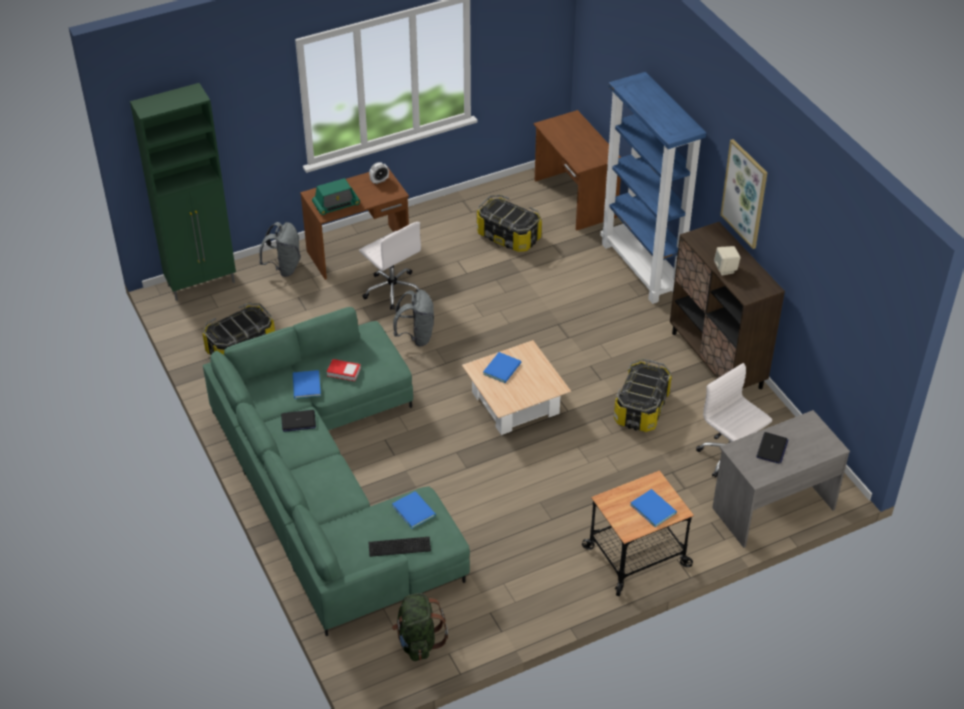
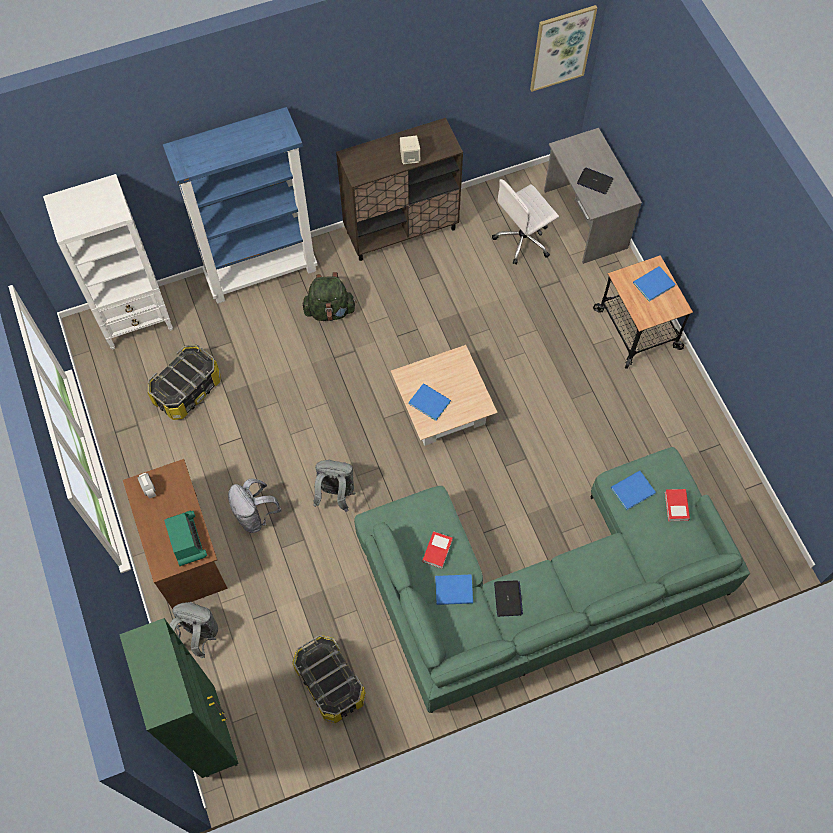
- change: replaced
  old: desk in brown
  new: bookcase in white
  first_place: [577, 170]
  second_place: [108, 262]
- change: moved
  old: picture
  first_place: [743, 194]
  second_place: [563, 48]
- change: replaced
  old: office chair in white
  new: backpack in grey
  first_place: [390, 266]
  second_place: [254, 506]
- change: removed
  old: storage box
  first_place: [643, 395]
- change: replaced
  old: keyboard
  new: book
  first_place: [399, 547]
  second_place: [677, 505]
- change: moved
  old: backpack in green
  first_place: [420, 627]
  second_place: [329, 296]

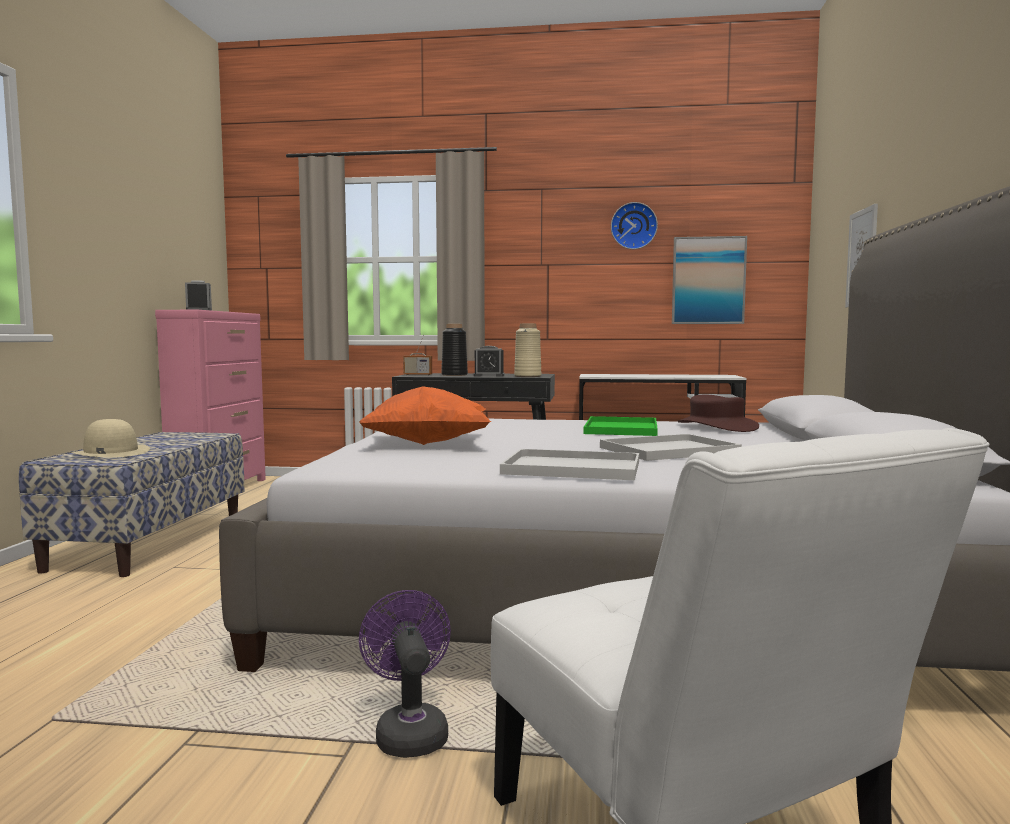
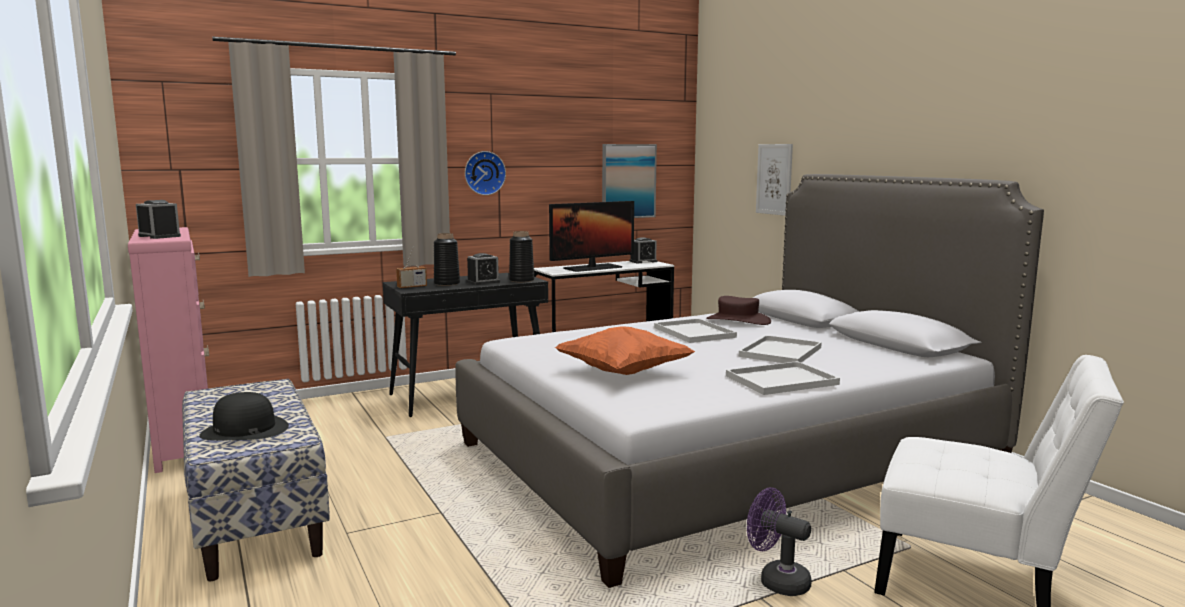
- change: moved
  old: wall clock
  first_place: [634, 225]
  second_place: [485, 173]
- change: recoloured
  old: vase in beige
  new: vase in black
  first_place: [527, 350]
  second_place: [521, 256]
- change: recoloured
  old: tray in green
  new: tray in white
  first_place: [621, 426]
  second_place: [695, 330]
- change: recoloured
  old: hat in beige
  new: hat in black
  first_place: [111, 438]
  second_place: [244, 416]
- change: added
  new: monitor
  second_place: [591, 236]
- change: added
  new: alarm clock
  second_place: [643, 250]

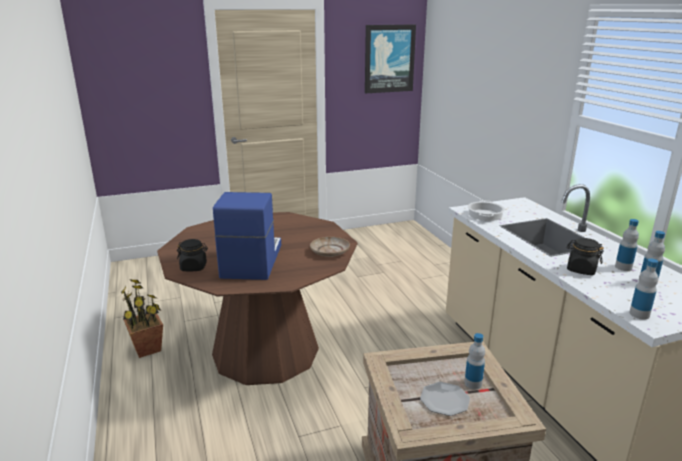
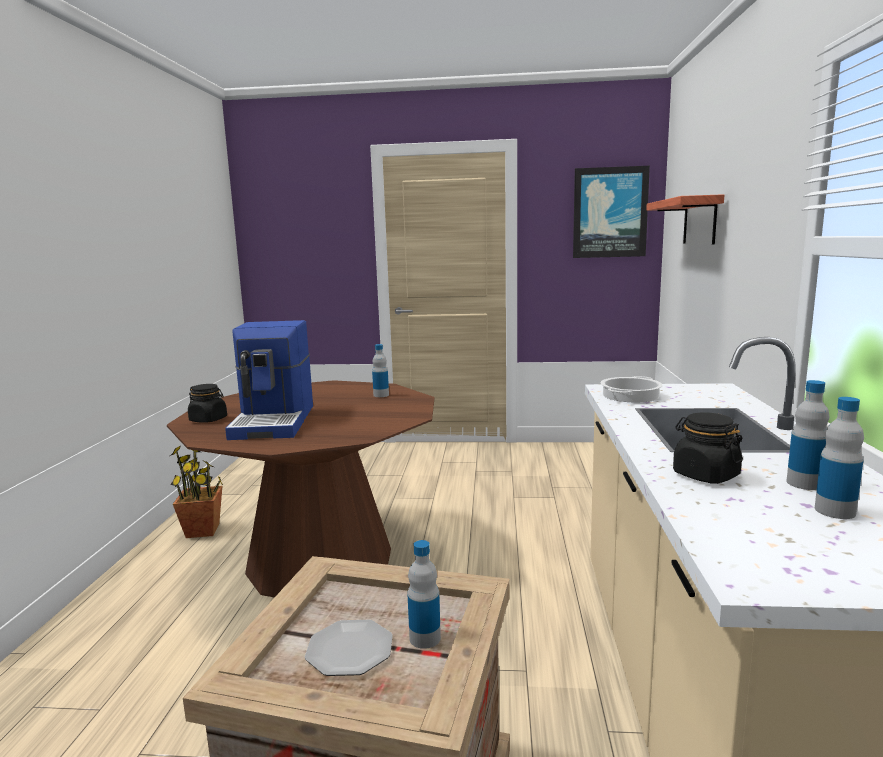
- change: turned
  old: coffee machine
  first_place: [247, 236]
  second_place: [269, 380]
  degrees: 150
- change: removed
  old: plate in beige
  first_place: [330, 247]
- change: moved
  old: bottle
  first_place: [643, 289]
  second_place: [380, 370]
- change: added
  new: shelf
  second_place: [685, 219]

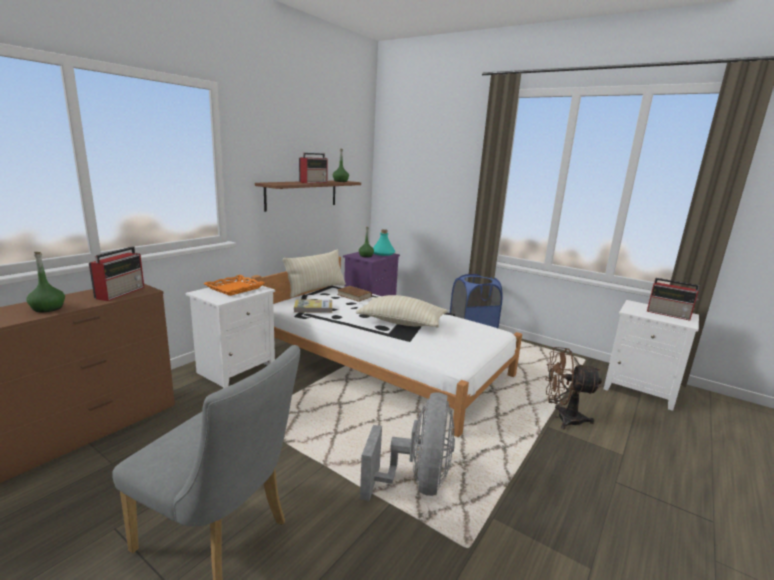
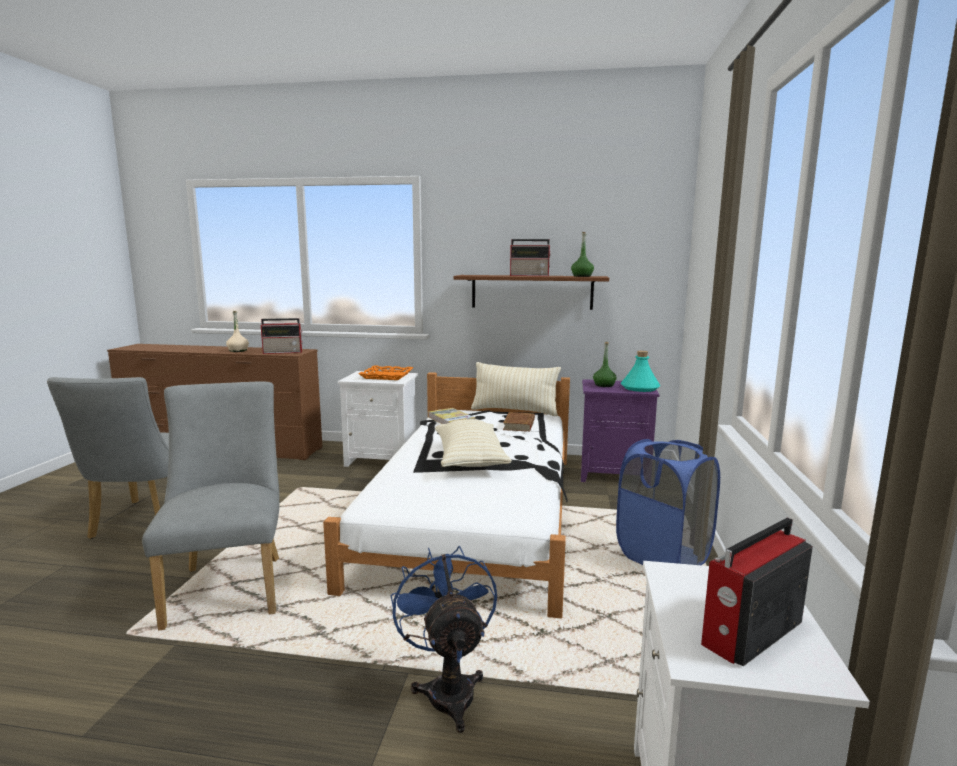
- change: recoloured
  old: bottle in green
  new: bottle in beige
  first_place: [45, 282]
  second_place: [237, 331]
- change: turned
  old: radio
  first_place: [673, 299]
  second_place: [757, 592]
  degrees: 45
- change: recoloured
  old: fan in brown
  new: fan in blue
  first_place: [573, 388]
  second_place: [444, 639]
- change: replaced
  old: fan in grey
  new: chair in grey
  first_place: [407, 446]
  second_place: [210, 505]

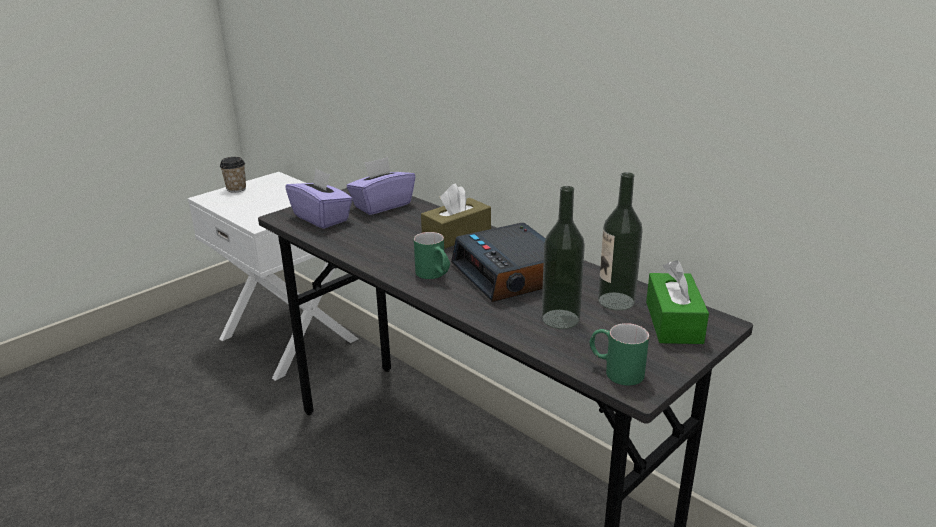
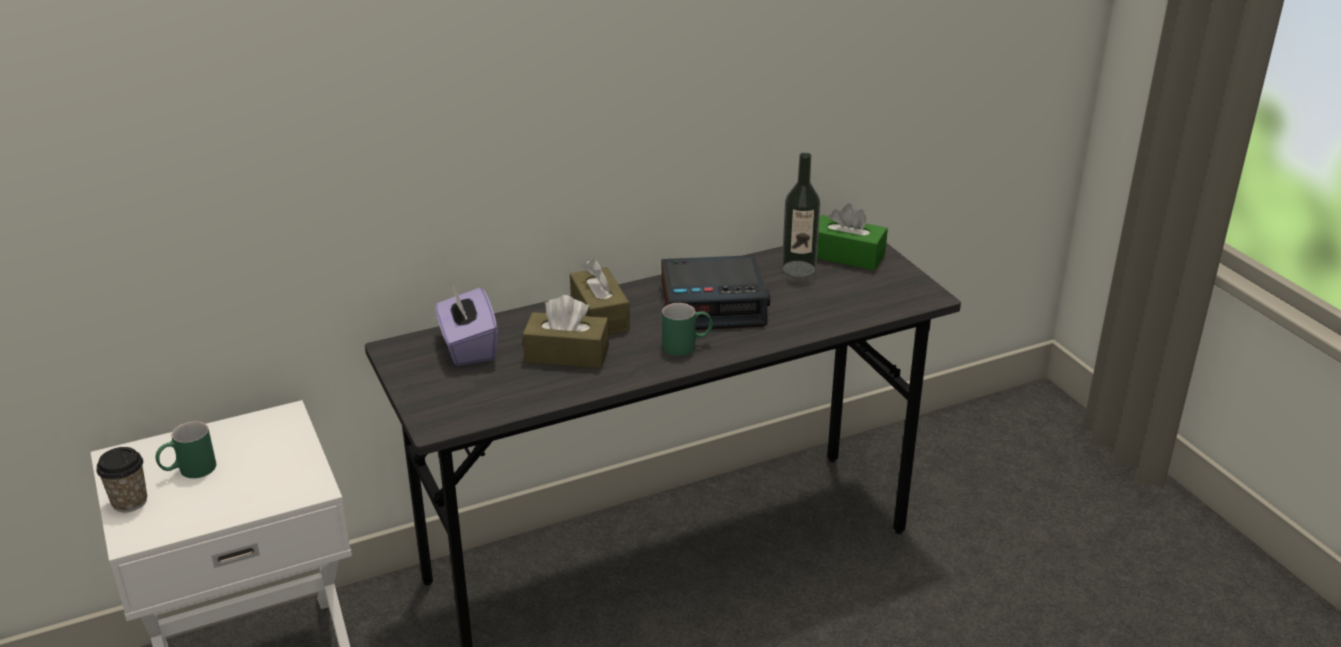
- change: removed
  old: tissue box in purple
  first_place: [319, 198]
- change: removed
  old: bottle
  first_place: [563, 257]
- change: moved
  old: mug in green
  first_place: [619, 354]
  second_place: [186, 449]
- change: added
  new: tissue box in brown
  second_place: [566, 332]

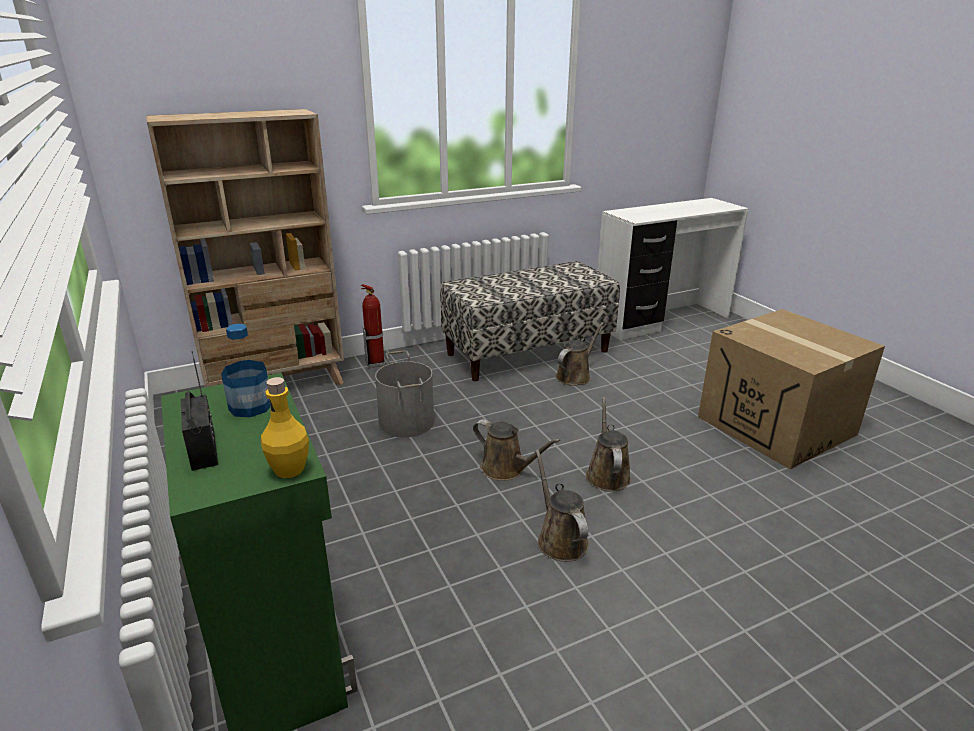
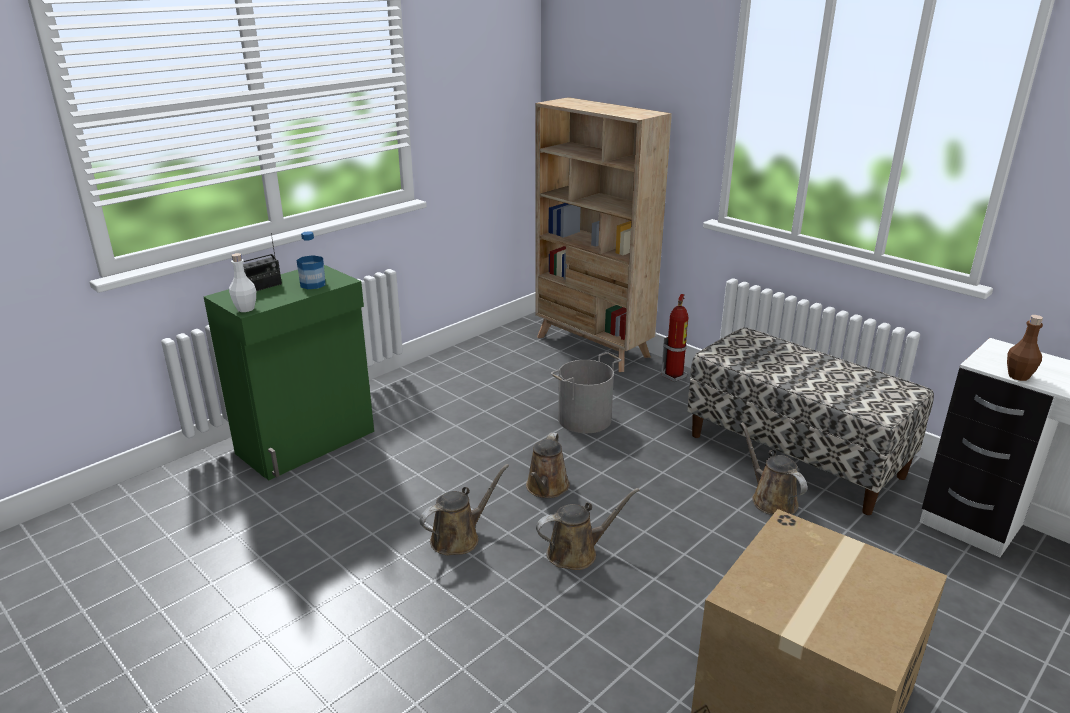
- change: turned
  old: watering can in brown
  first_place: [580, 354]
  second_place: [774, 468]
  degrees: -135
- change: recoloured
  old: bottle in yellow
  new: bottle in white
  first_place: [285, 427]
  second_place: [242, 282]
- change: added
  new: bottle in brown
  second_place: [1025, 348]

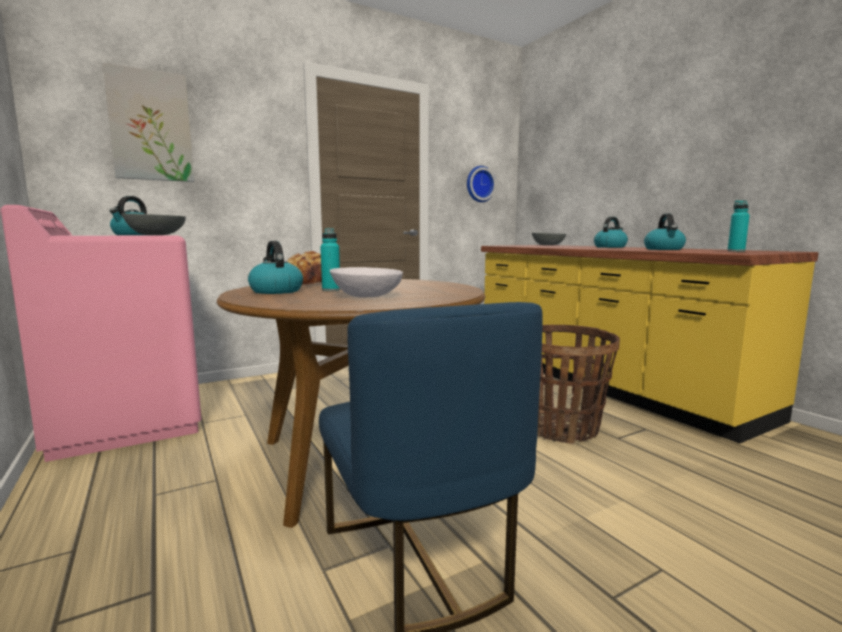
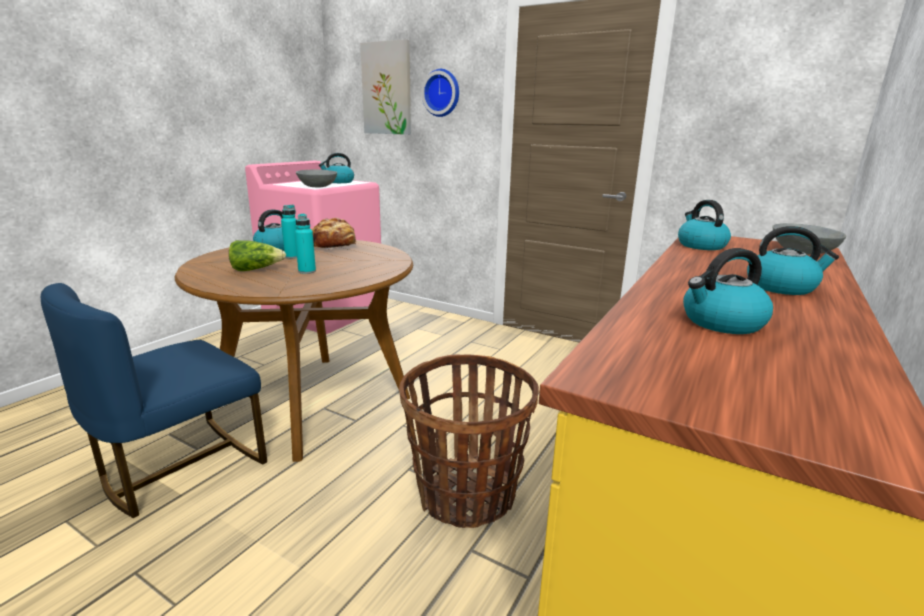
- change: moved
  old: wall clock
  first_place: [481, 184]
  second_place: [440, 93]
- change: moved
  old: bottle in turquoise
  first_place: [738, 226]
  second_place: [305, 244]
- change: replaced
  old: bowl in white
  new: lettuce
  first_place: [366, 282]
  second_place: [257, 255]
- change: added
  new: kettle
  second_place: [704, 225]

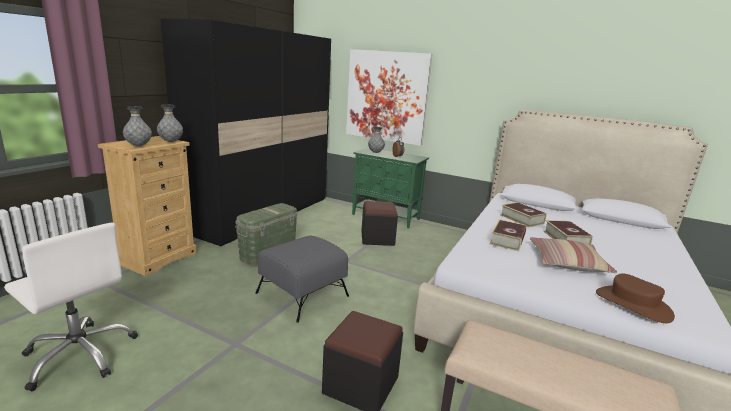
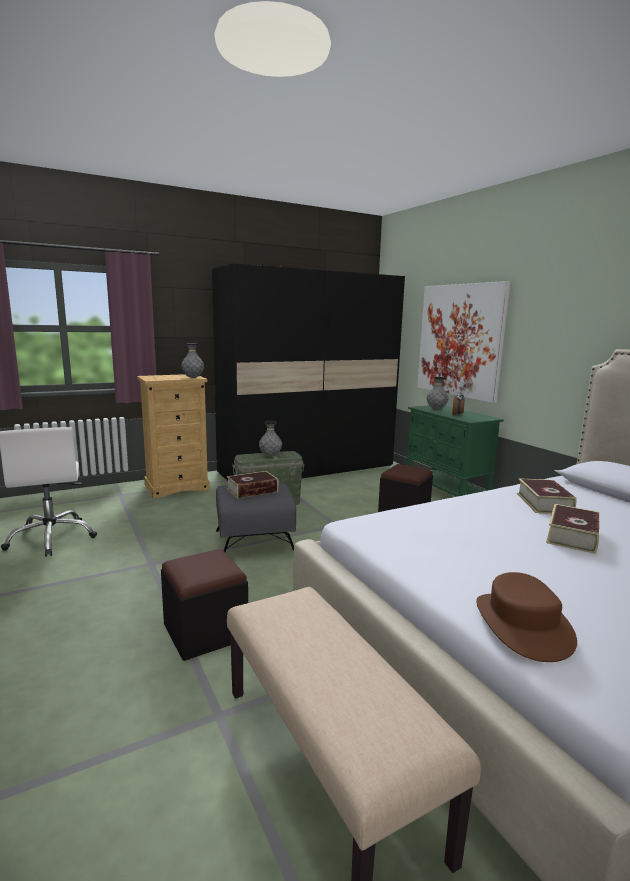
- change: moved
  old: vase in grey
  first_place: [137, 126]
  second_place: [270, 439]
- change: moved
  old: book
  first_place: [508, 235]
  second_place: [253, 485]
- change: removed
  old: pillow
  first_place: [573, 255]

